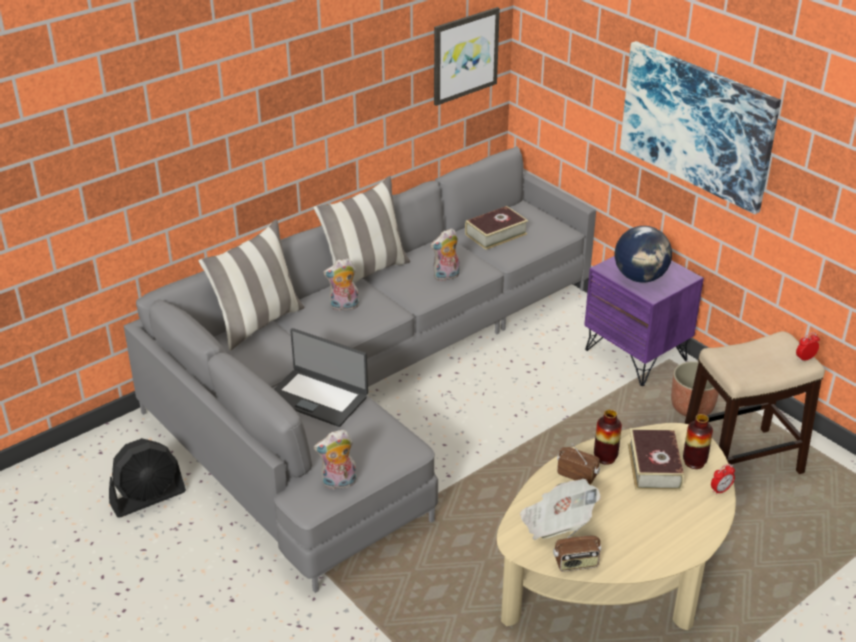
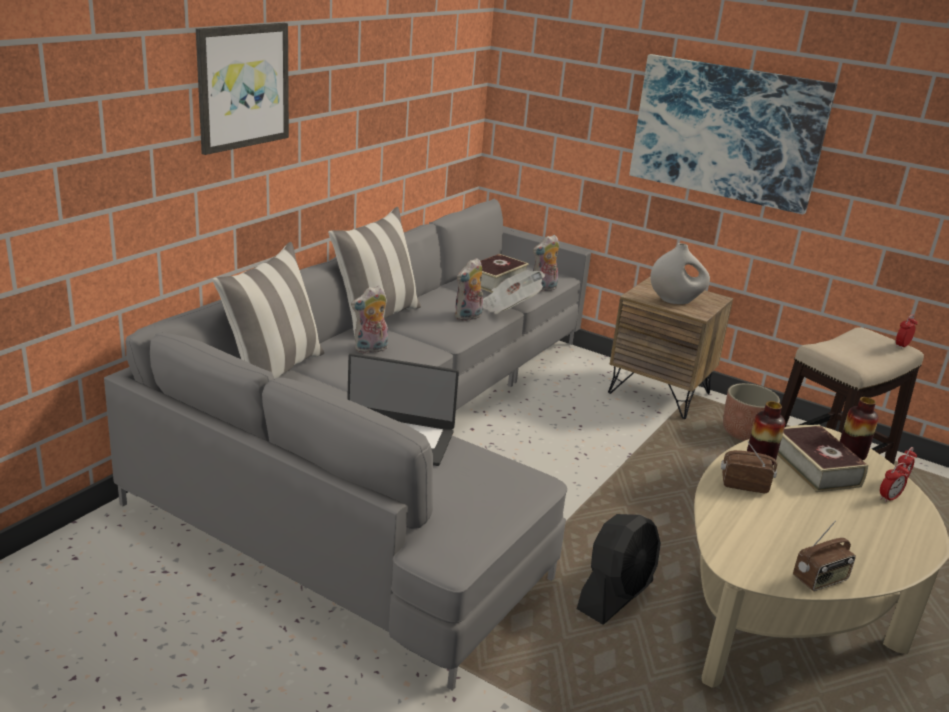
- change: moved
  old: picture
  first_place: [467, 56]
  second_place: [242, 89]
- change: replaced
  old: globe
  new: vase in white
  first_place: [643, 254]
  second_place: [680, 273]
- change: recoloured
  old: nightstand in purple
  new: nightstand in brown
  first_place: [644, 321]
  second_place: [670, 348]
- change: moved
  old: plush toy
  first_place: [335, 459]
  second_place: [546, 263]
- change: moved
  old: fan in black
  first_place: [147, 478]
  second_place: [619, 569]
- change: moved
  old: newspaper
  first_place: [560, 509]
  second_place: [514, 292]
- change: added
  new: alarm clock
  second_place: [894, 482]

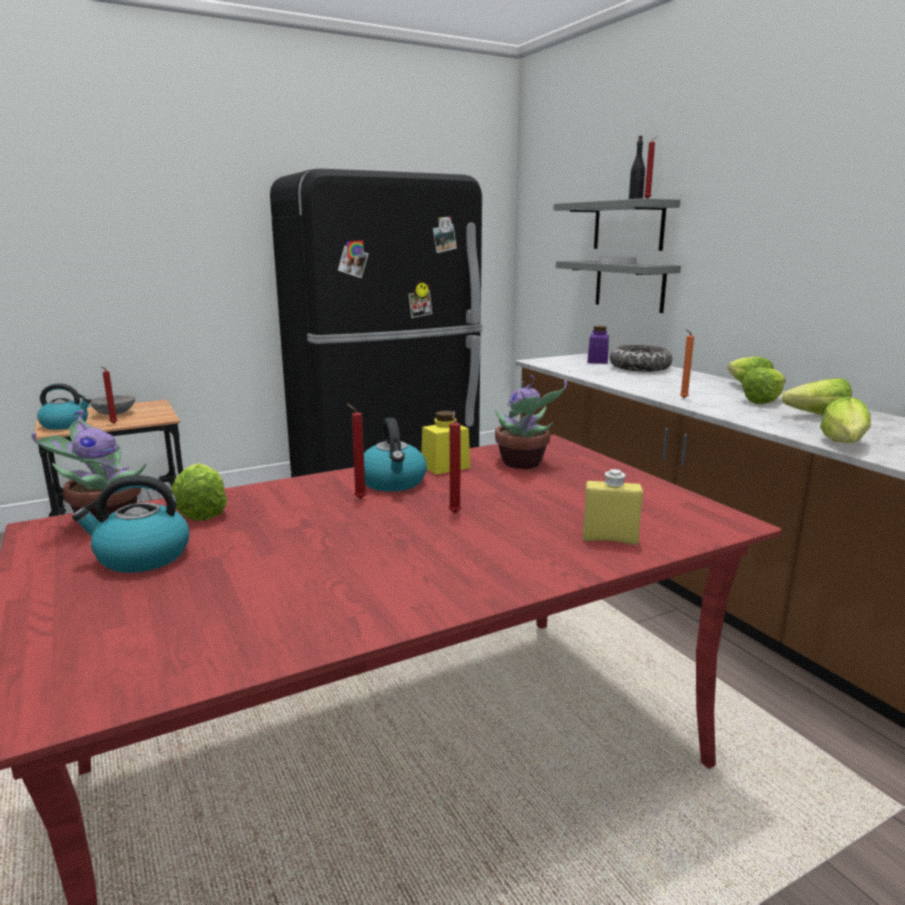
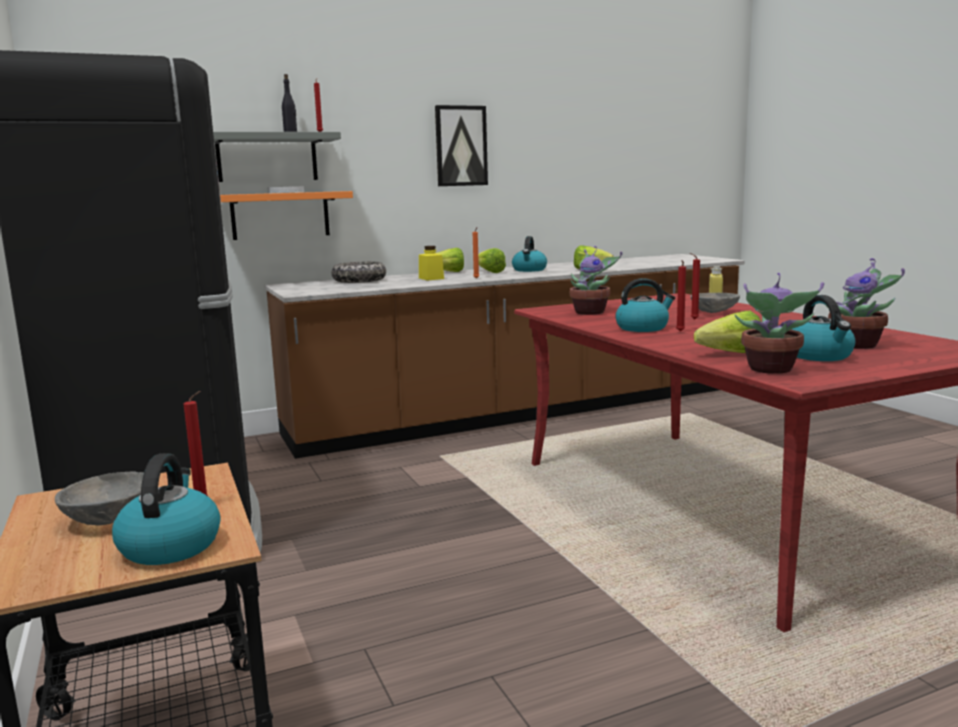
- change: recoloured
  old: shelf in grey
  new: shelf in orange
  first_place: [618, 287]
  second_place: [286, 215]
- change: removed
  old: jar in purple
  first_place: [598, 345]
- change: replaced
  old: lettuce
  new: kettle
  first_place: [817, 396]
  second_place: [529, 254]
- change: moved
  old: jar in yellow
  first_place: [445, 443]
  second_place: [431, 263]
- change: added
  new: picture
  second_place: [461, 145]
- change: added
  new: potted plant
  second_place: [866, 303]
- change: added
  new: bowl in grey
  second_place: [715, 303]

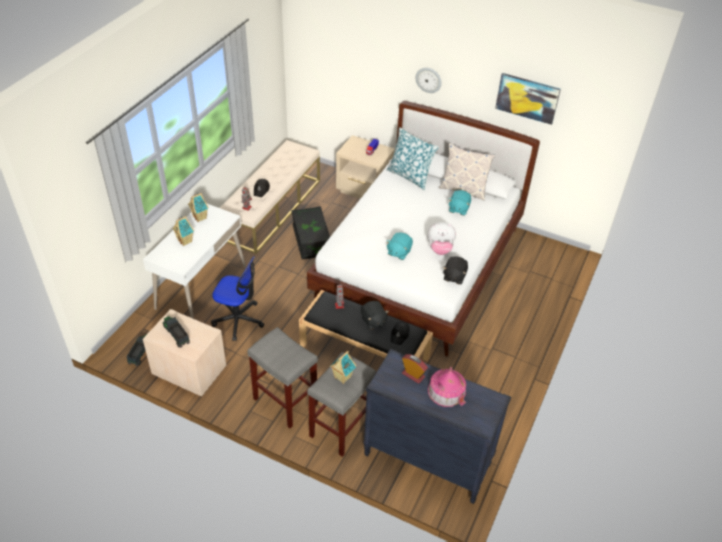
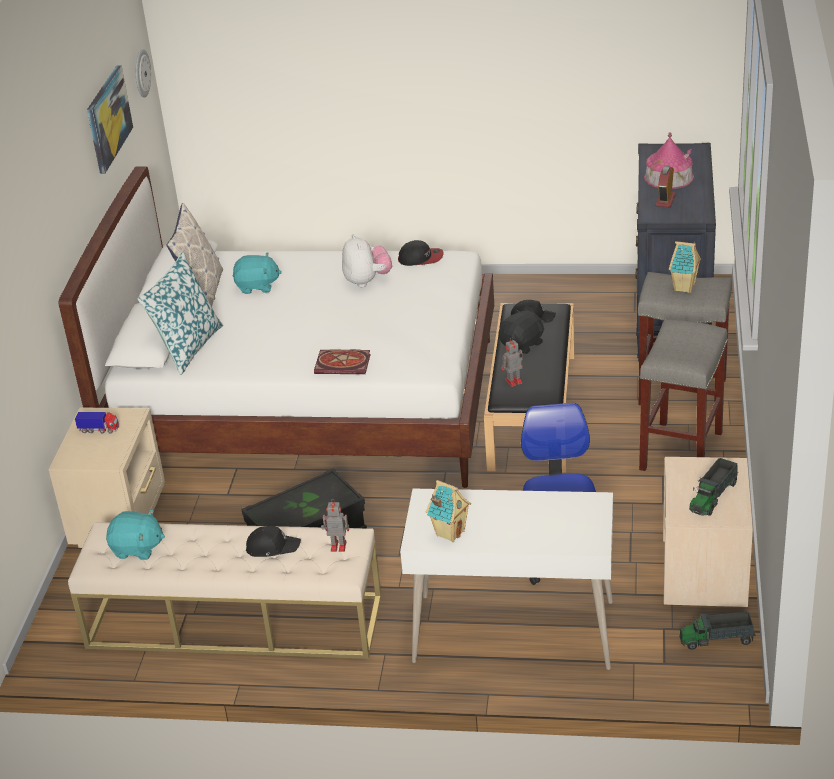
- change: moved
  old: wall clock
  first_place: [429, 80]
  second_place: [143, 73]
- change: removed
  old: toy house
  first_place: [183, 231]
- change: moved
  old: plush toy in turquoise
  first_place: [399, 246]
  second_place: [135, 535]
- change: replaced
  old: plush toy in black
  new: cap
  first_place: [455, 270]
  second_place: [421, 253]
- change: added
  new: book
  second_place: [342, 361]

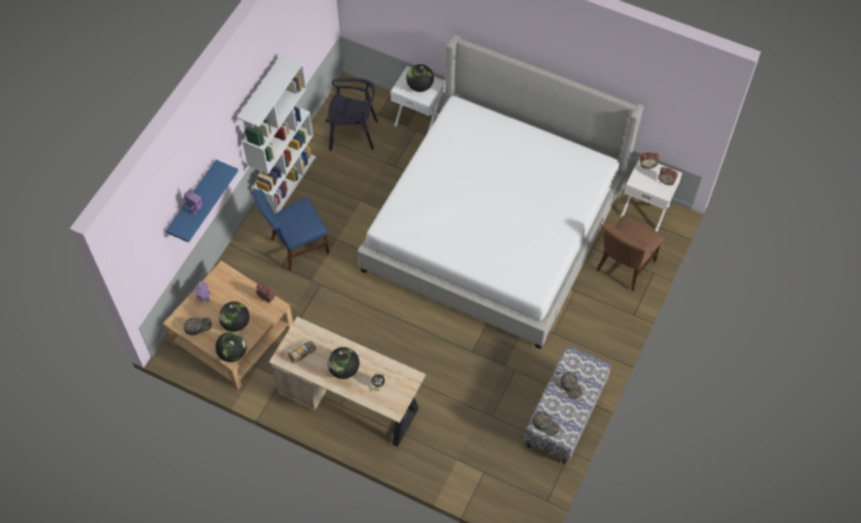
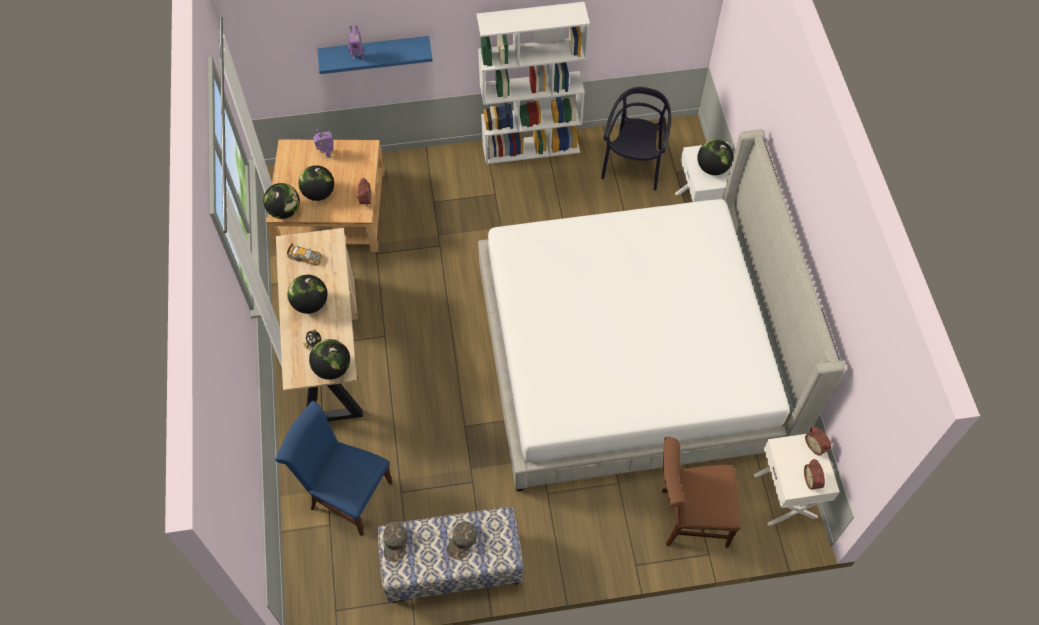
- change: turned
  old: chair in black
  first_place: [351, 114]
  second_place: [636, 139]
  degrees: -135
- change: moved
  old: chair in blue
  first_place: [290, 230]
  second_place: [334, 468]
- change: removed
  old: cap in green
  first_place: [198, 326]
- change: added
  new: globe
  second_place: [329, 359]

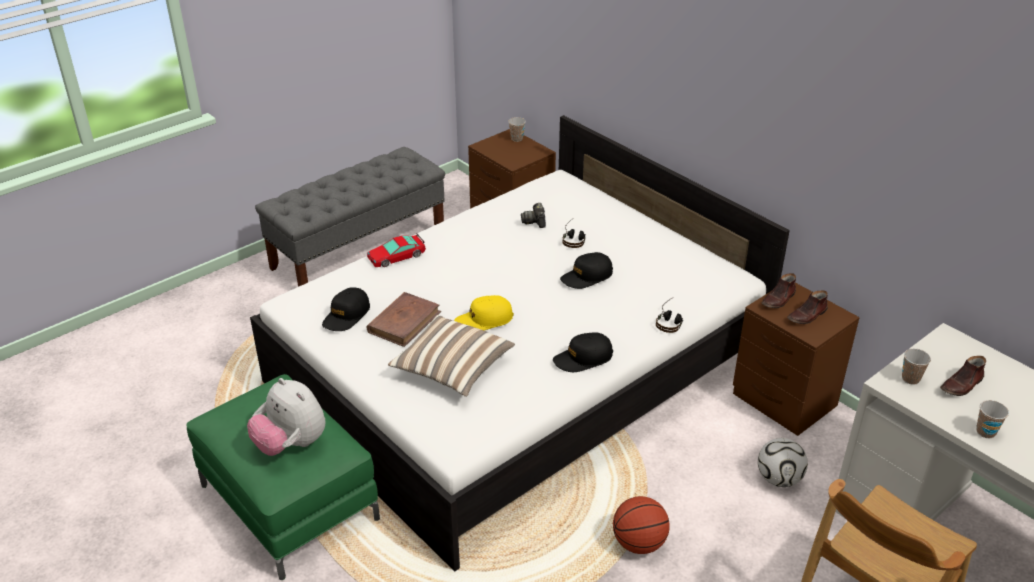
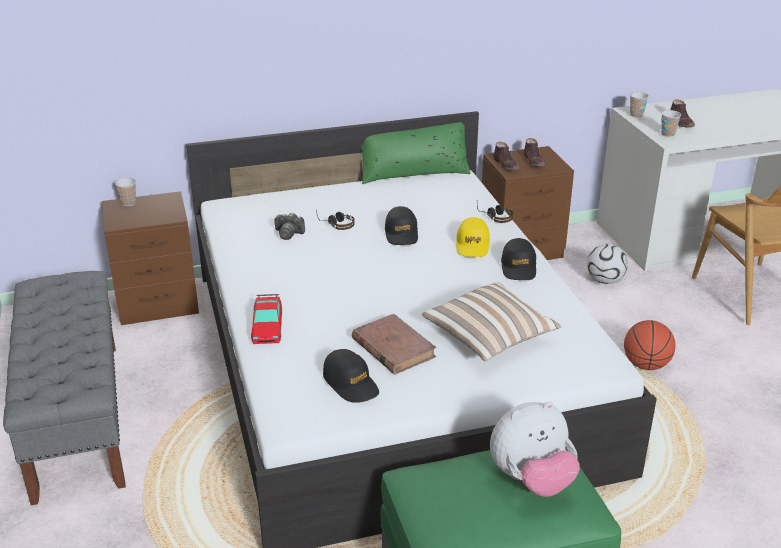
- change: moved
  old: cap in yellow
  first_place: [484, 312]
  second_place: [473, 237]
- change: moved
  old: cup
  first_place: [992, 419]
  second_place: [639, 105]
- change: added
  new: pillow in green
  second_place: [416, 153]

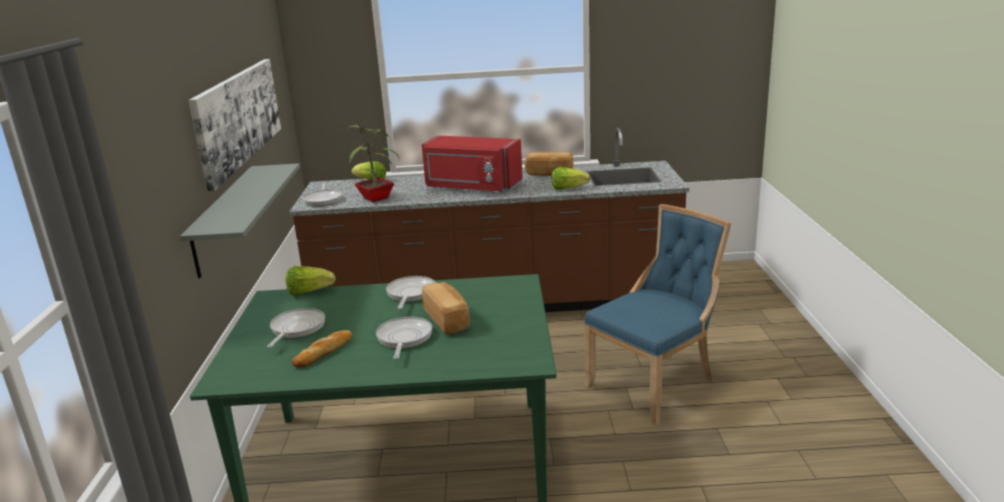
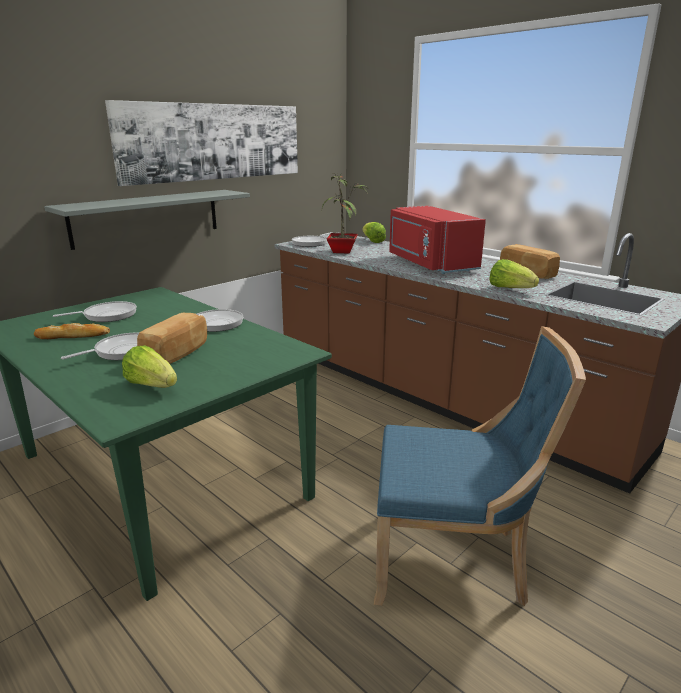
- change: moved
  old: lettuce
  first_place: [310, 280]
  second_place: [149, 366]

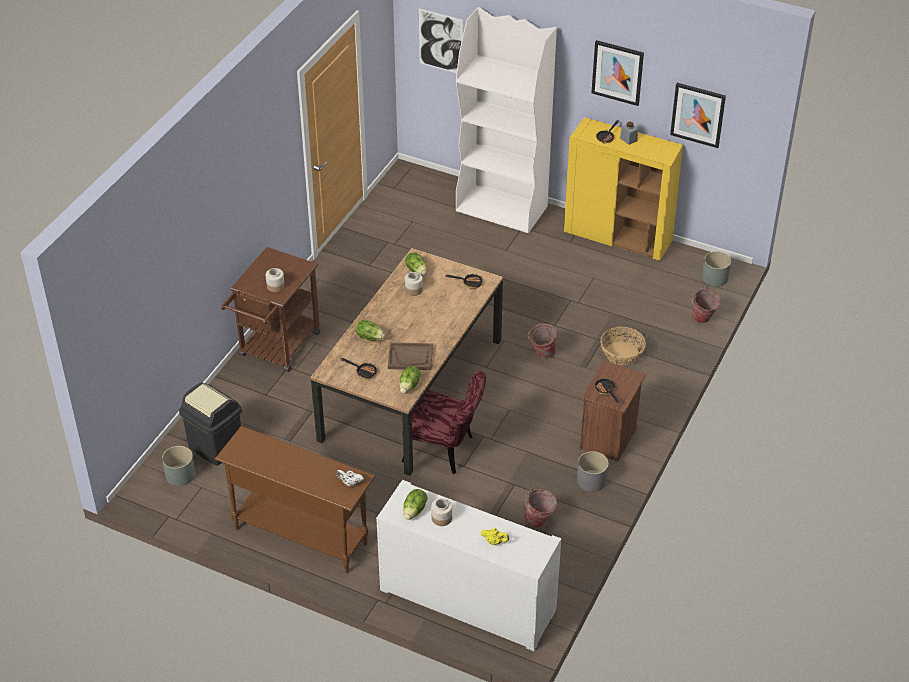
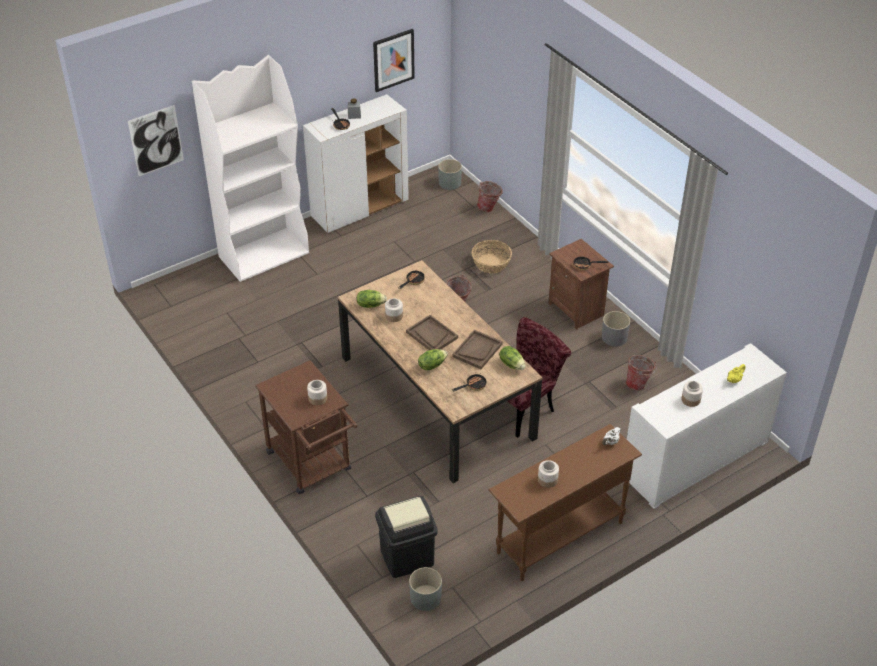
- change: removed
  old: picture
  first_place: [617, 73]
- change: recoloured
  old: cabinet in yellow
  new: cabinet in white
  first_place: [623, 189]
  second_place: [356, 163]
- change: removed
  old: lettuce
  first_place: [415, 504]
- change: added
  new: tray in brown
  second_place: [432, 332]
- change: added
  new: jar
  second_place: [548, 474]

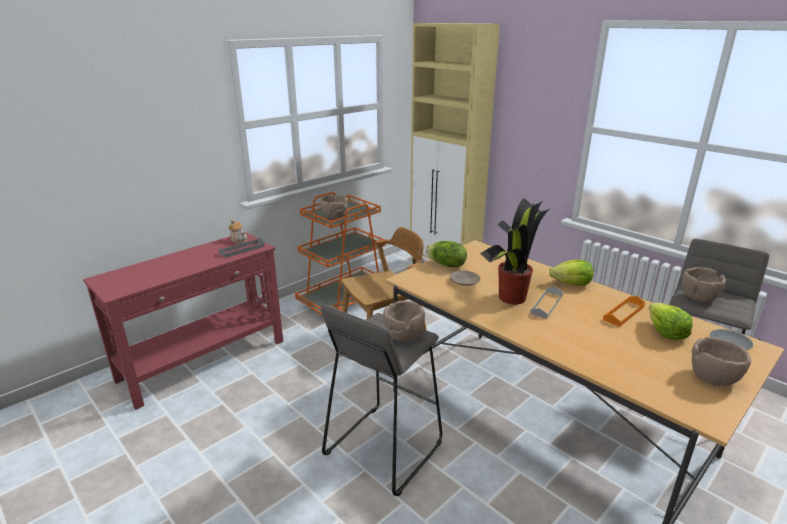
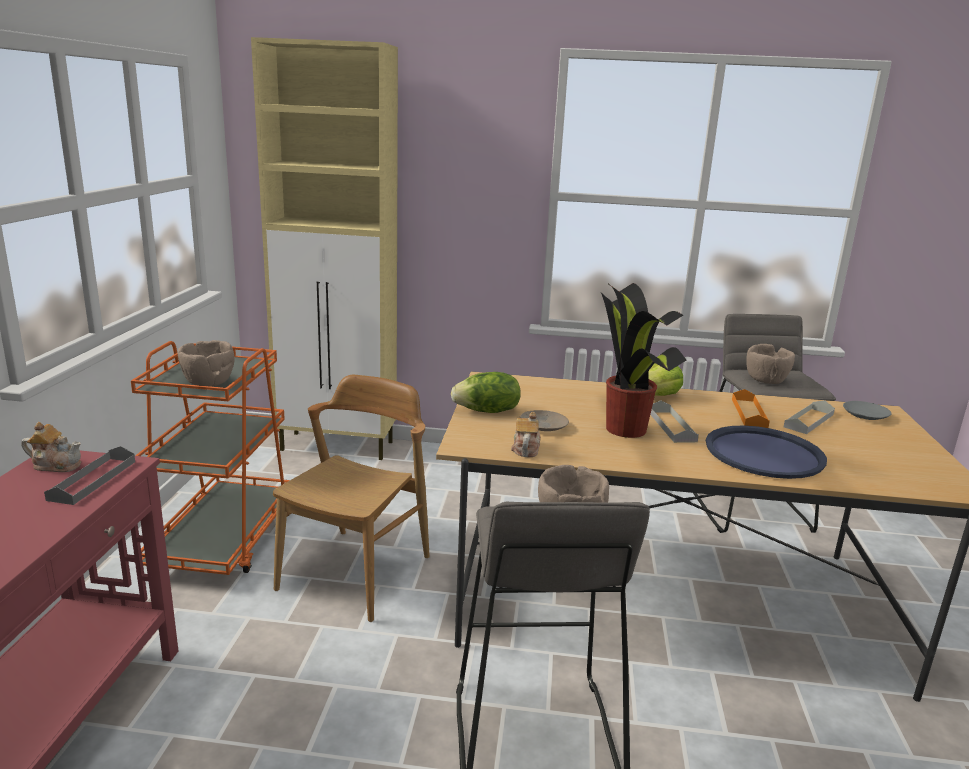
- change: replaced
  old: lettuce
  new: tray in grey
  first_place: [671, 321]
  second_place: [809, 417]
- change: removed
  old: bowl in brown
  first_place: [721, 361]
- change: added
  new: teapot
  second_place: [526, 434]
- change: added
  new: tray in blue
  second_place: [766, 452]

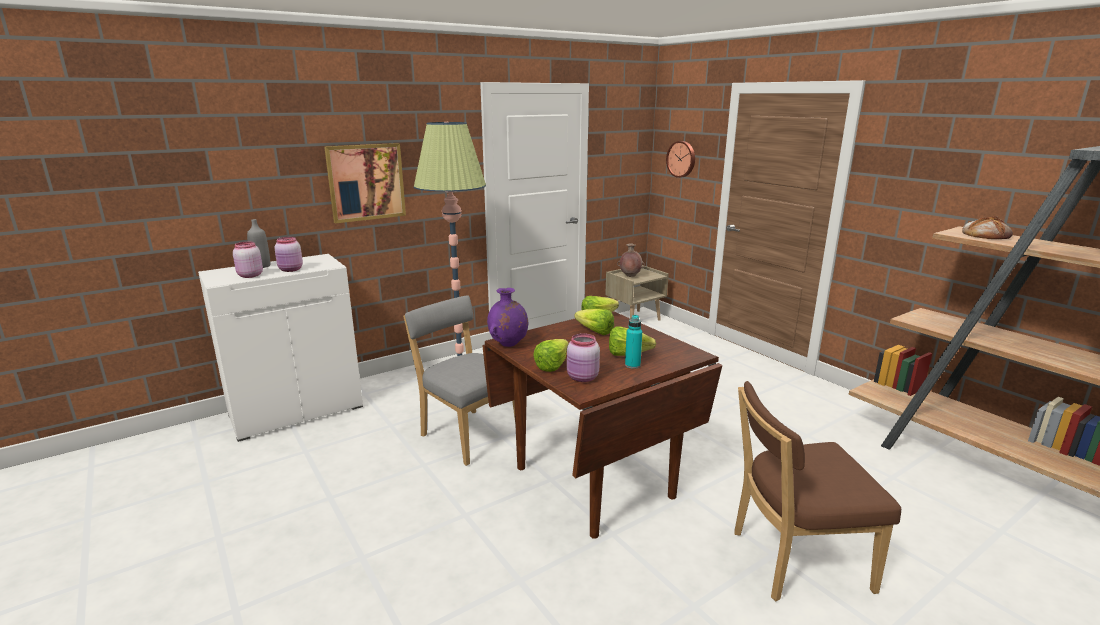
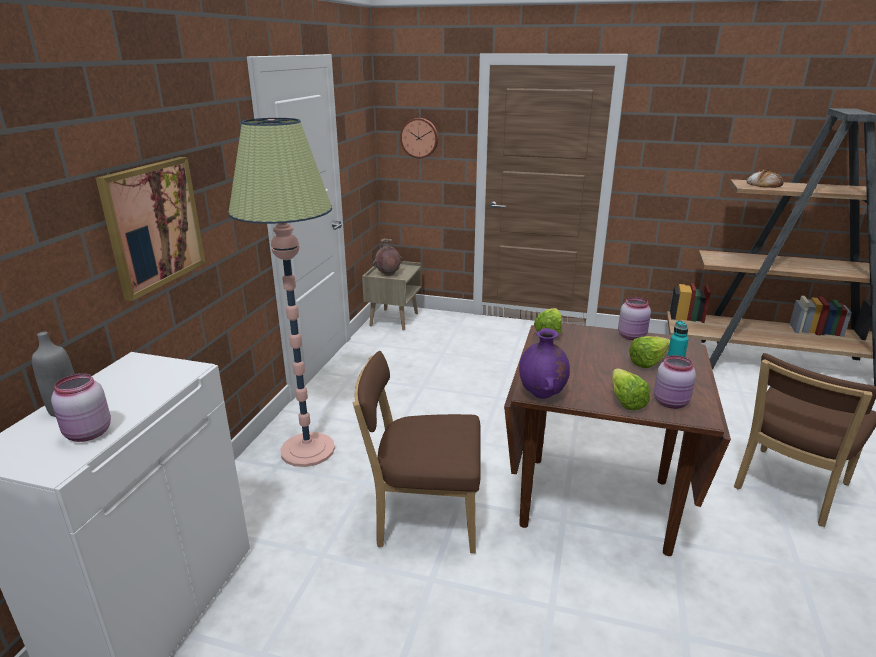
- change: moved
  old: jar in pink
  first_place: [288, 254]
  second_place: [634, 318]
- change: recoloured
  old: chair in grey
  new: chair in brown
  first_place: [459, 380]
  second_place: [417, 452]
- change: removed
  old: lettuce
  first_place: [594, 322]

